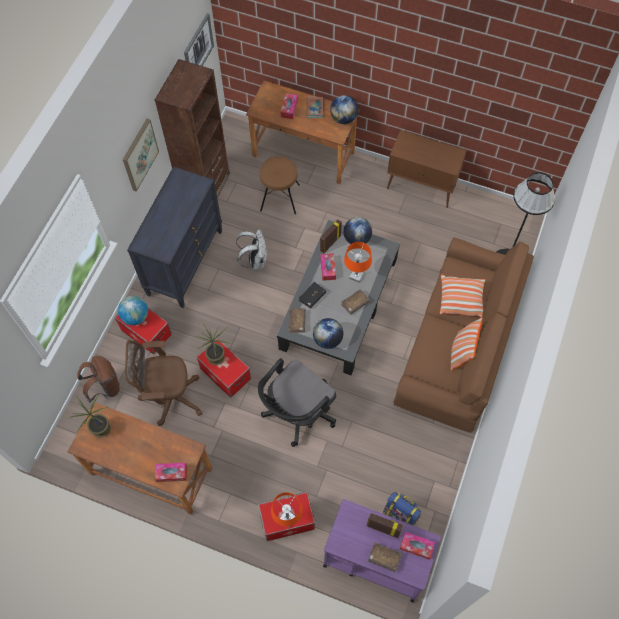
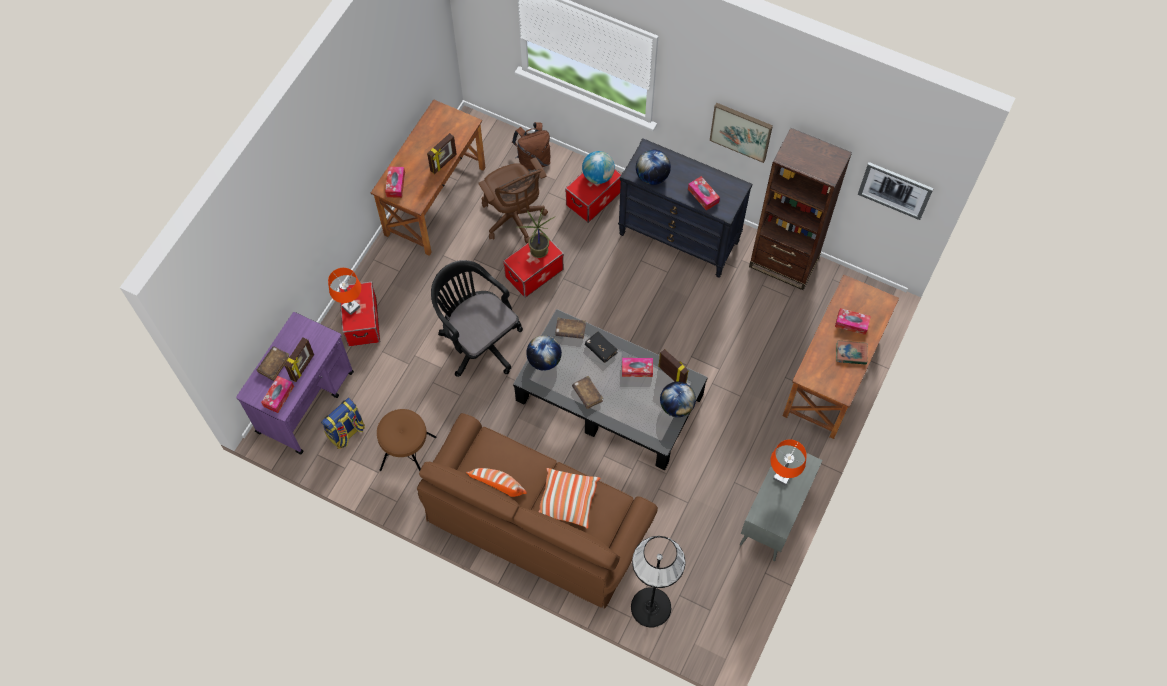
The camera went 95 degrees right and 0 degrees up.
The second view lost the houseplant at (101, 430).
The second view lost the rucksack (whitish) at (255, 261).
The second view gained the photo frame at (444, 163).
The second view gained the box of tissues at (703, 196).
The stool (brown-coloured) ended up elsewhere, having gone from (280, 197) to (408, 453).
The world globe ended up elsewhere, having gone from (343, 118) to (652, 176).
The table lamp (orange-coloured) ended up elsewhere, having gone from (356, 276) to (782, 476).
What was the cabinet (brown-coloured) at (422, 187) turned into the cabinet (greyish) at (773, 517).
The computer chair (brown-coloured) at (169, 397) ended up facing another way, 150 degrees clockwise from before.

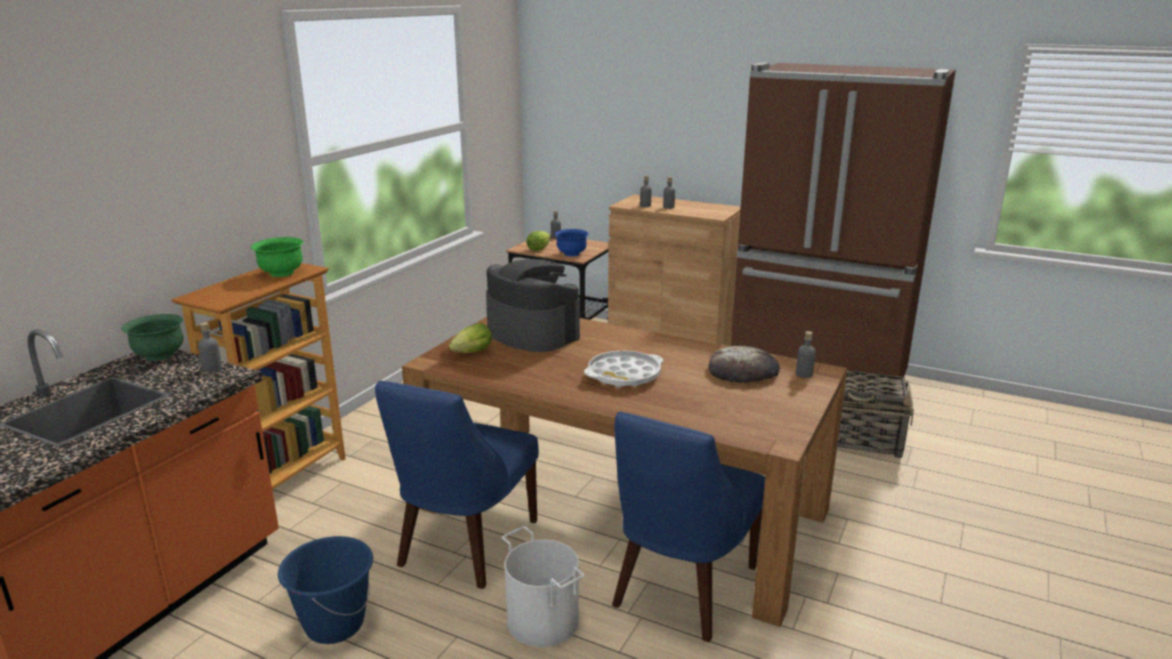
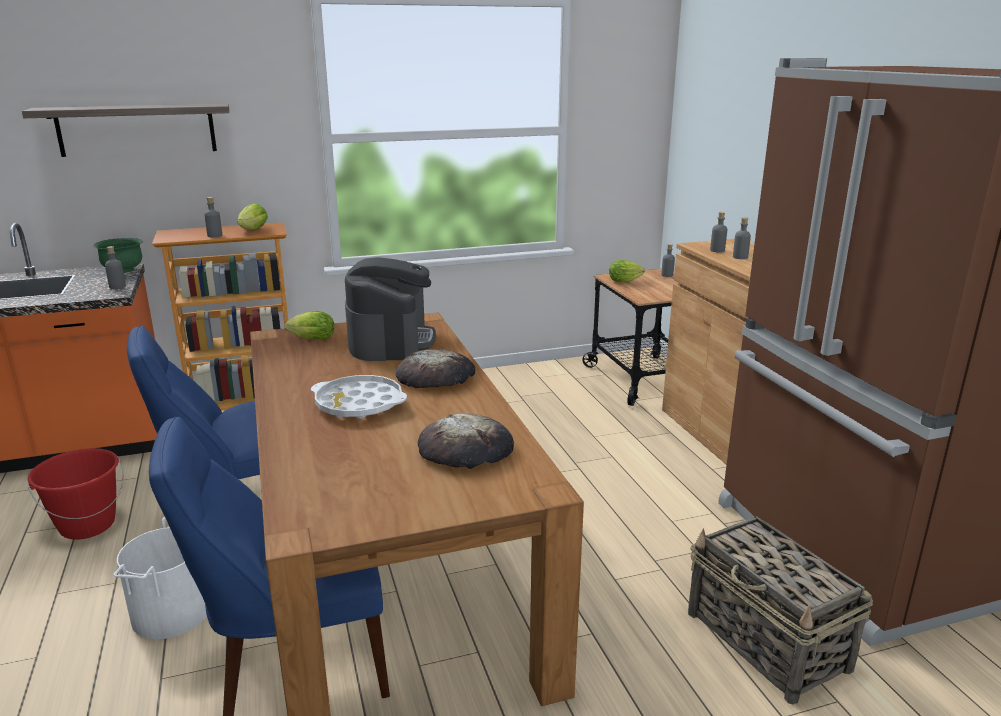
The camera went 45 degrees right and 0 degrees up.
The second view lost the deep dish (blue) at (571, 254).
The second view gained the bracket shelf at (137, 129).
The second view gained the baked bread at (436, 376).
The bottle (greyish) ended up elsewhere, having gone from (804, 374) to (215, 235).
Where the deep dish (greenish) stood at (281, 273), the head of lettuce came to stand at (252, 230).
What was the pail (blue) at (334, 625) turned into the pail (reddish) at (87, 525).

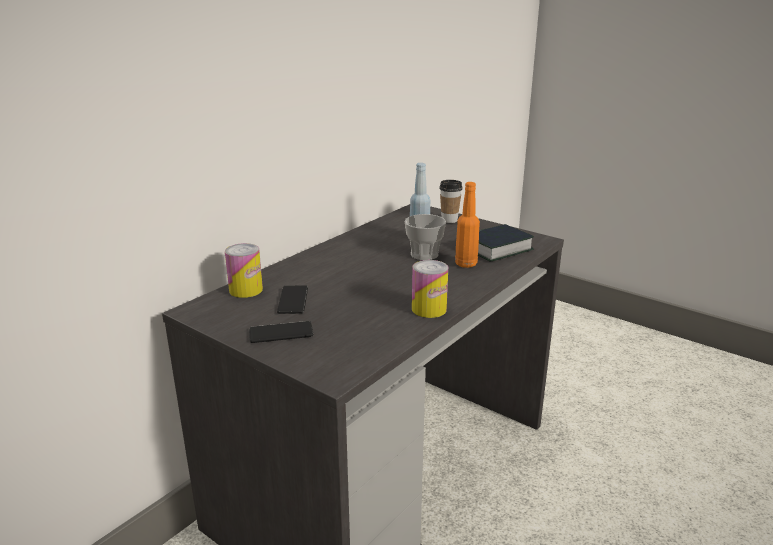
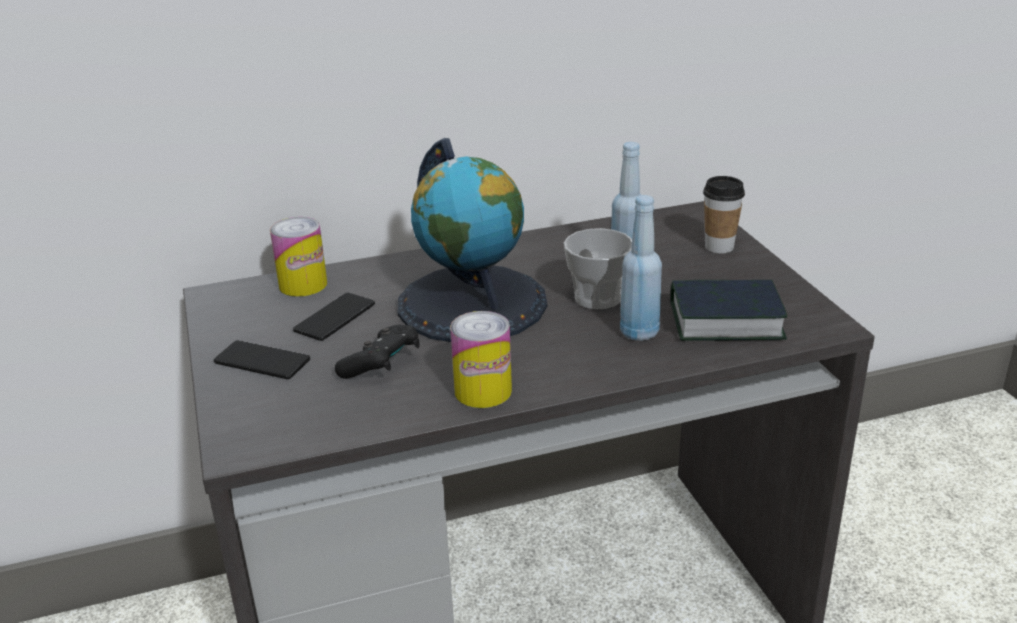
The camera went 35 degrees right and 5 degrees up.
The second view gained the game controller (black) at (382, 366).
The second view gained the world globe at (472, 303).
What was the bottle (orange-coloured) at (466, 264) turned into the bottle (blue) at (639, 332).

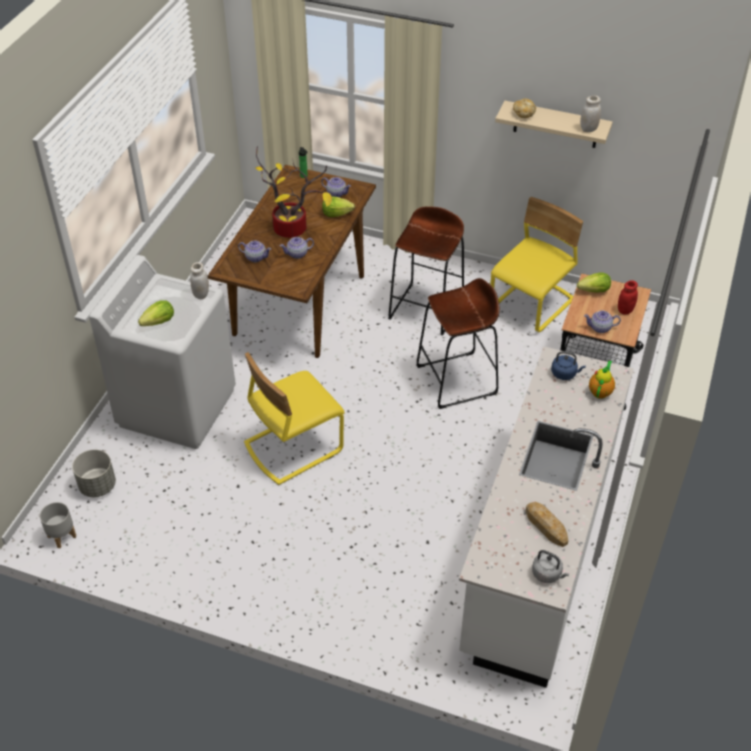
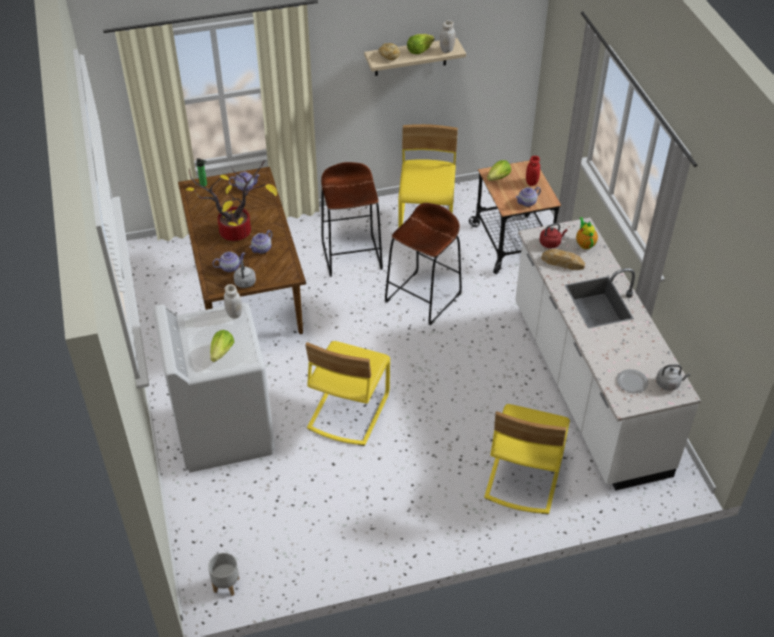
The camera went 35 degrees left and 0 degrees up.
The second view lost the flower pot (greyish) at (97, 486).
The second view gained the water kettle (greyish) at (245, 283).
The second view gained the plain chair (yellow-coloured) at (523, 476).
The second view gained the plate at (632, 382).
The head of lettuce ended up elsewhere, having gone from (336, 214) to (419, 51).
The baked bread ended up elsewhere, having gone from (546, 526) to (562, 262).
What was the water kettle (blue) at (565, 374) turned into the water kettle (reddish) at (551, 243).

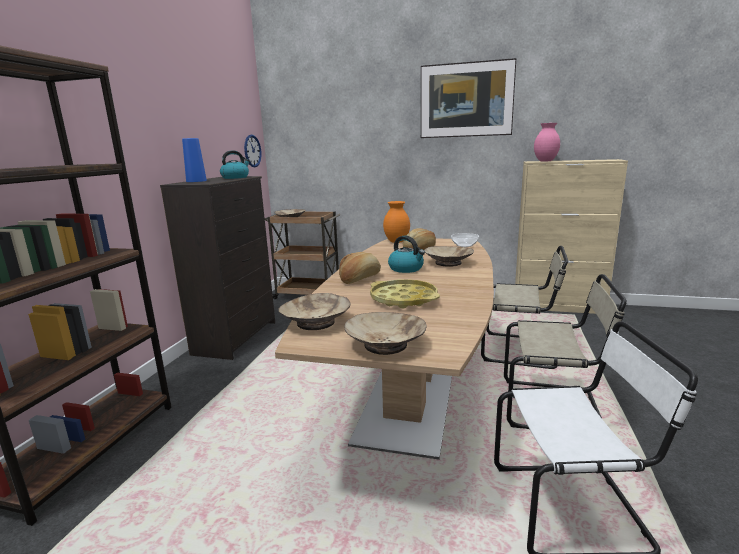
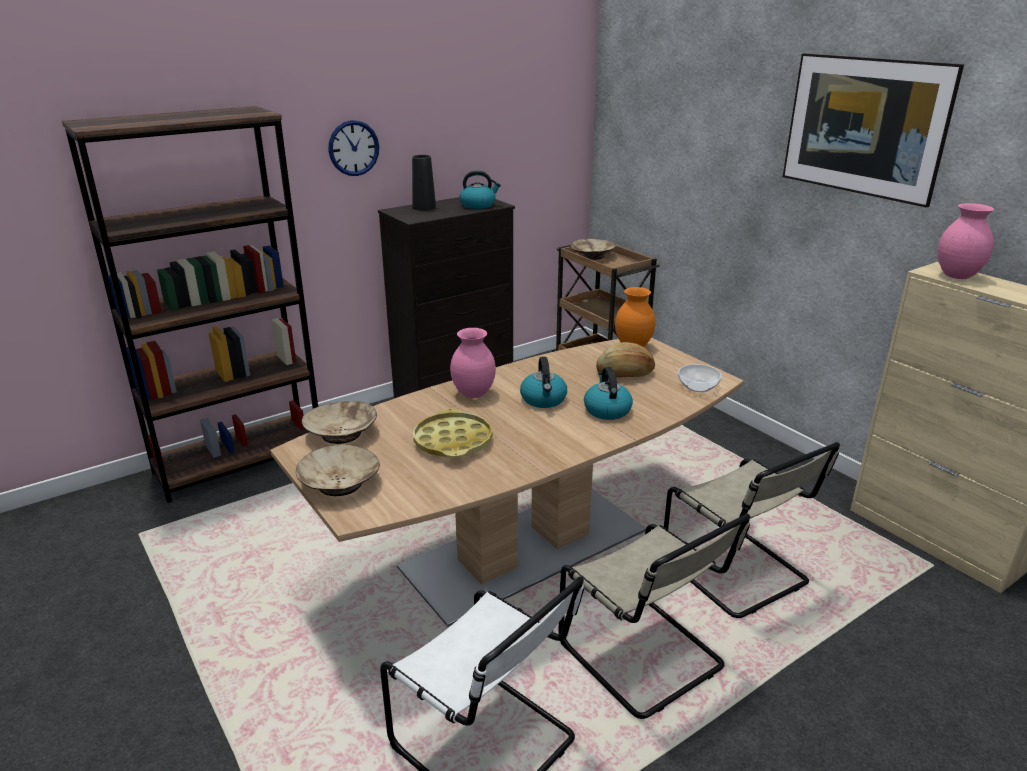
The camera went 40 degrees right and 10 degrees up.
The wall clock ended up elsewhere, having gone from (252, 151) to (353, 148).
Where the baked bread stood at (360, 279), the flower vase (pink-coloured) came to stand at (473, 394).
Where the deep dish (sand-coloured) stood at (448, 263), the water kettle came to stand at (606, 410).
What was the flower vase (blue) at (196, 181) turned into the flower vase (black) at (424, 207).

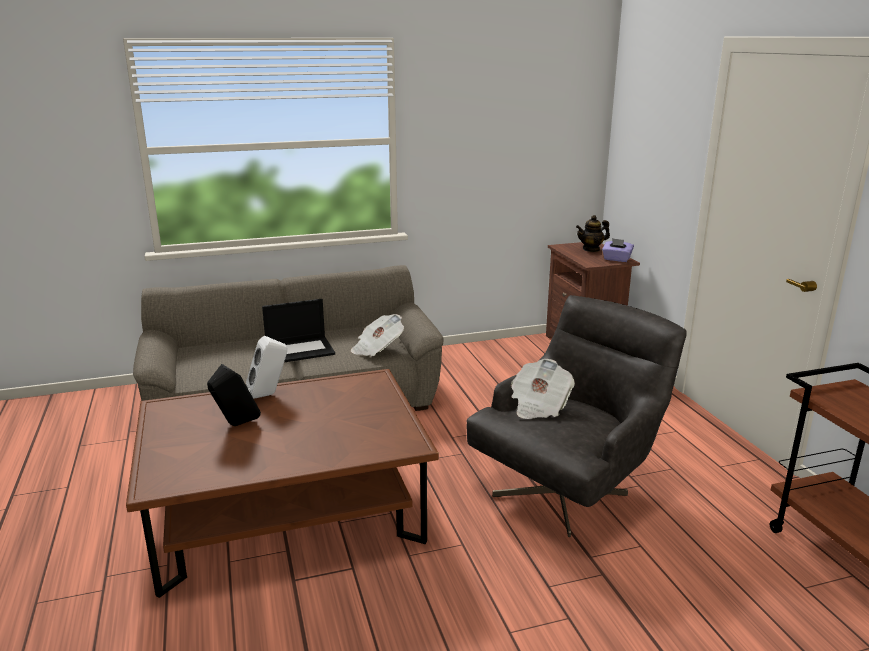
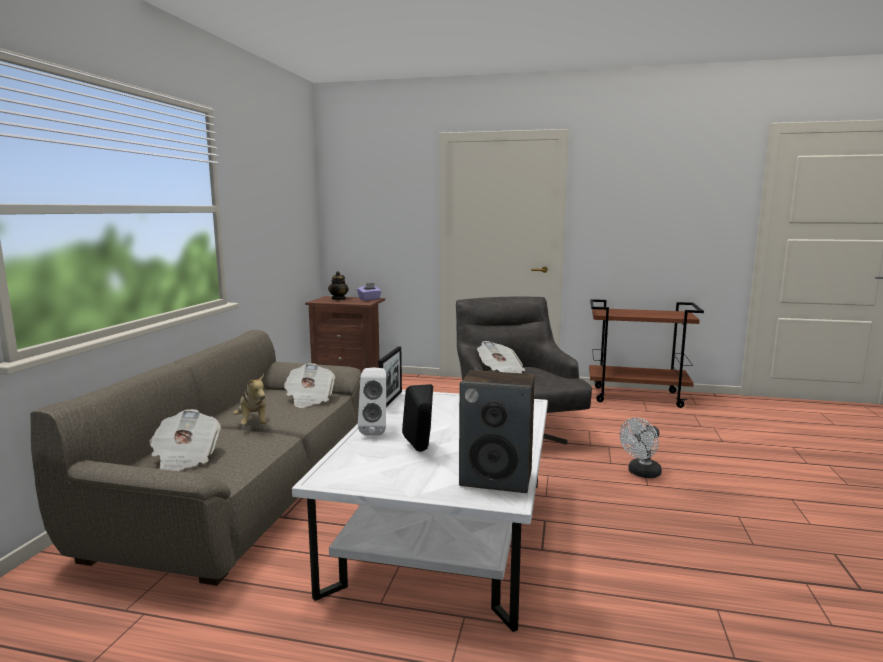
The camera went 60 degrees left and 10 degrees down.
The second view gained the printed paper at (185, 458).
The second view gained the photo frame at (391, 400).
The second view gained the loudspeaker at (497, 478).
The second view gained the fan (whitish) at (641, 473).
Where the notebook computer stood at (300, 350), the plush toy came to stand at (253, 423).
What was the coffee table (brown-coloured) at (288, 514) turned into the coffee table (whitish) at (443, 533).

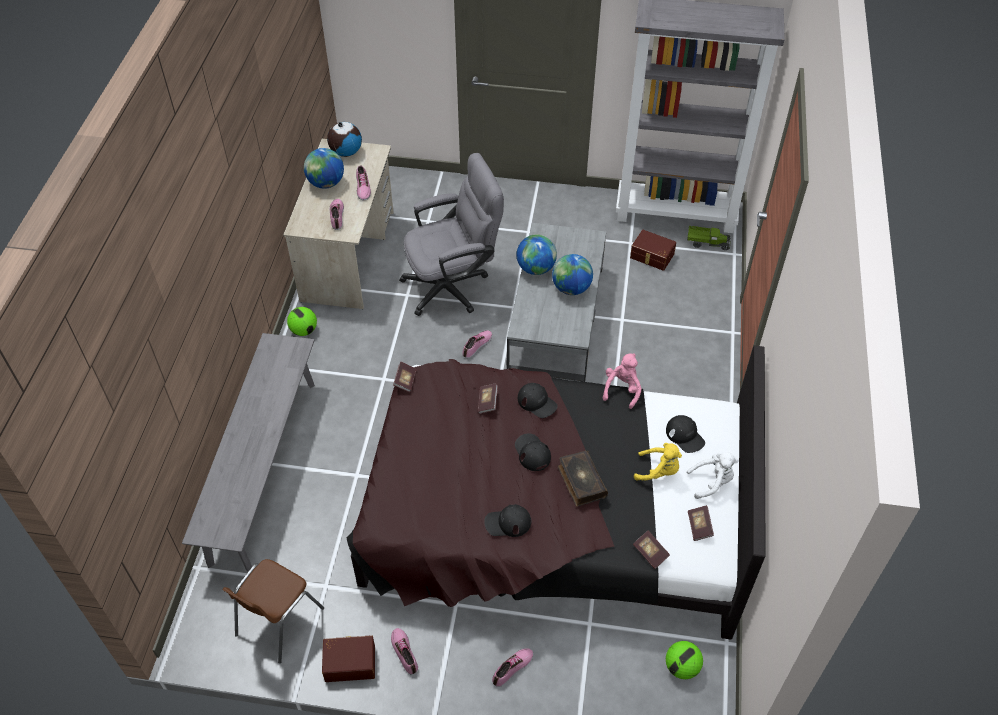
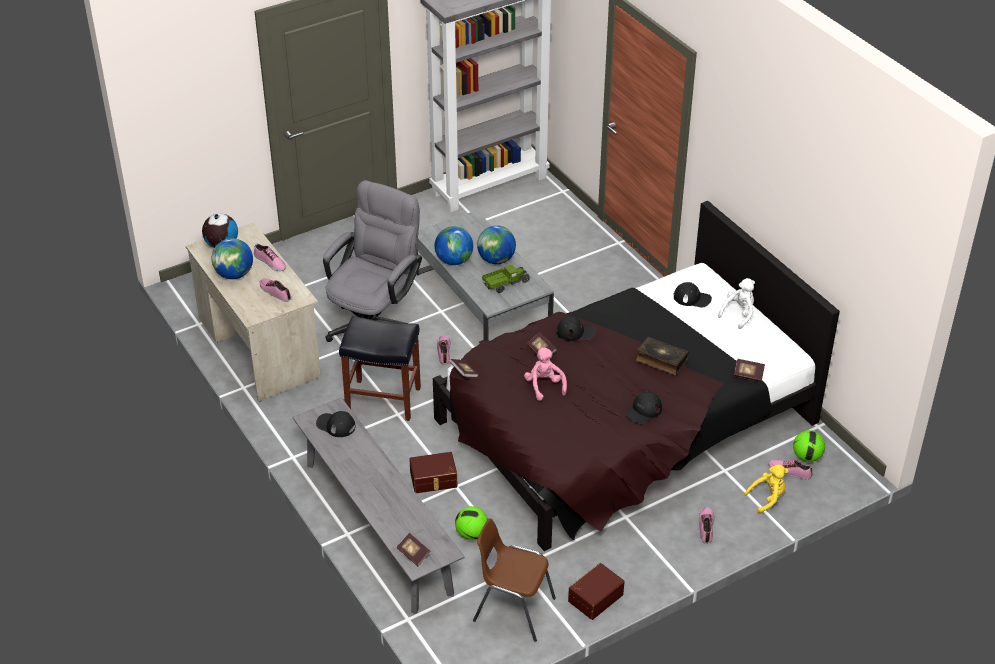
The camera went 40 degrees left and 10 degrees down.
The second view gained the stool (black) at (382, 400).
The football ball ended up elsewhere, having gone from (304, 330) to (471, 533).
The item of footwear ended up elsewhere, having gone from (405, 652) to (789, 471).
The baseball cap (black) ended up elsewhere, having gone from (532, 453) to (336, 425).
The plush toy (pink-coloured) ended up elsewhere, having gone from (622, 389) to (544, 386).
The storage box (brown-coloured) ended up elsewhere, having gone from (651, 256) to (434, 480).
The plush toy (yellow-coloured) ended up elsewhere, having gone from (658, 471) to (767, 498).
The model truck ended up elsewhere, having gone from (707, 243) to (505, 284).
The book ended up elsewhere, having gone from (699, 526) to (413, 554).
The plain chair (brown-coloured) at (278, 622) ended up facing another way, 120 degrees clockwise from before.

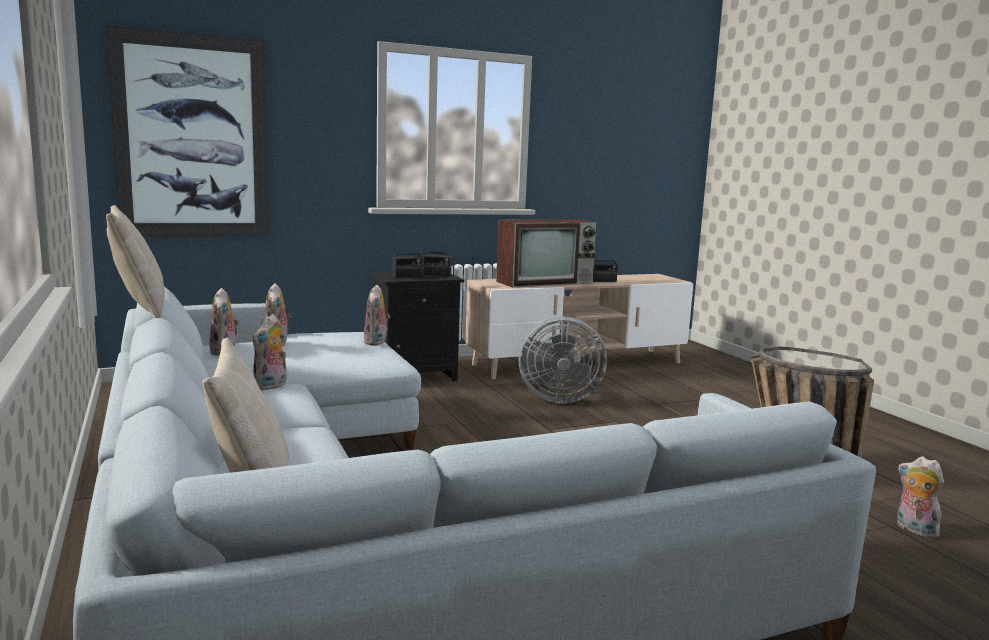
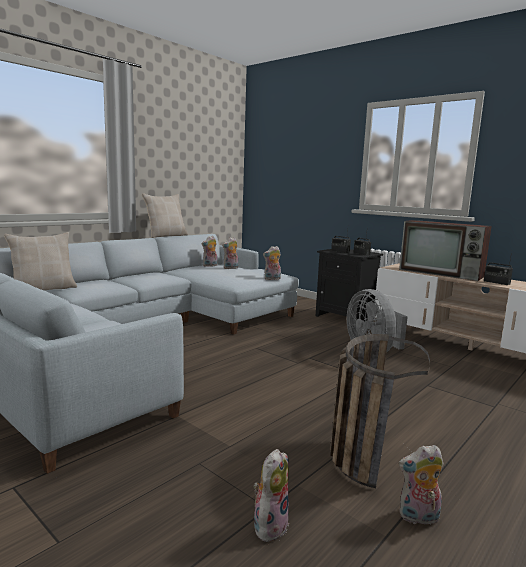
The camera went 65 degrees right and 0 degrees up.
The second view lost the wall picture at (192, 137).
The plush toy ended up elsewhere, having gone from (271, 386) to (418, 517).

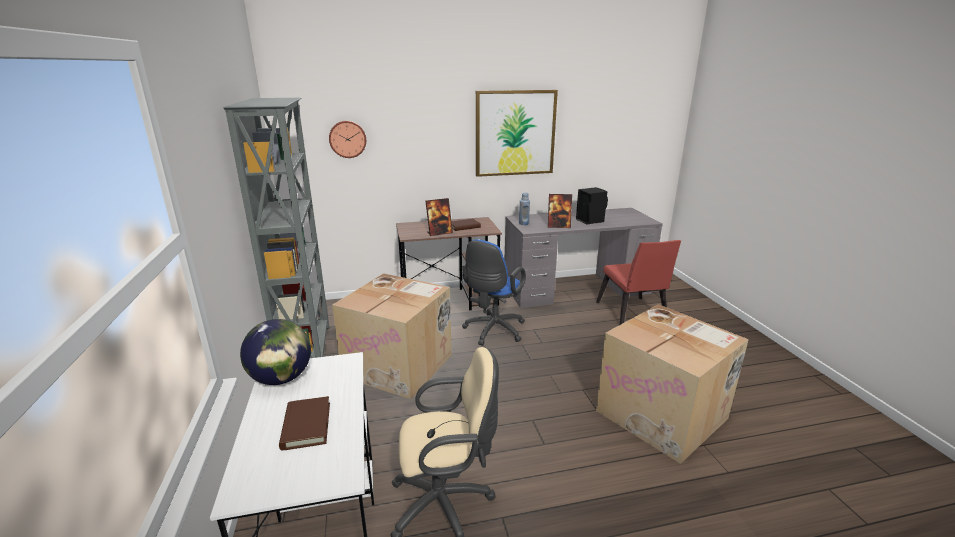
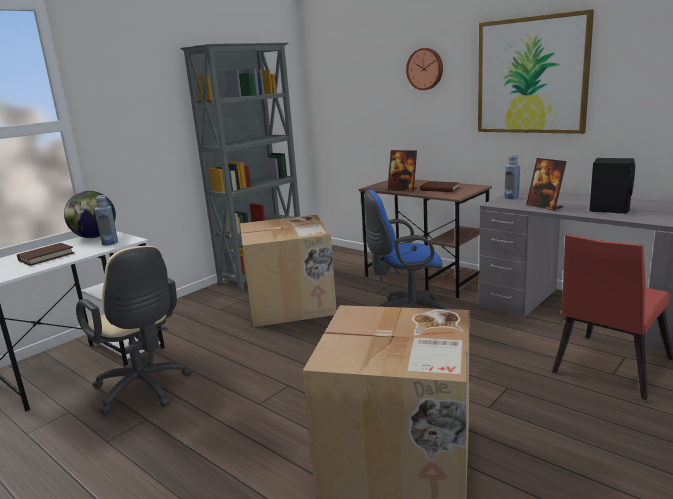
The camera went 55 degrees right and 5 degrees down.
The second view gained the bottle (blue) at (110, 243).
The wall clock ended up elsewhere, having gone from (347, 139) to (425, 69).

